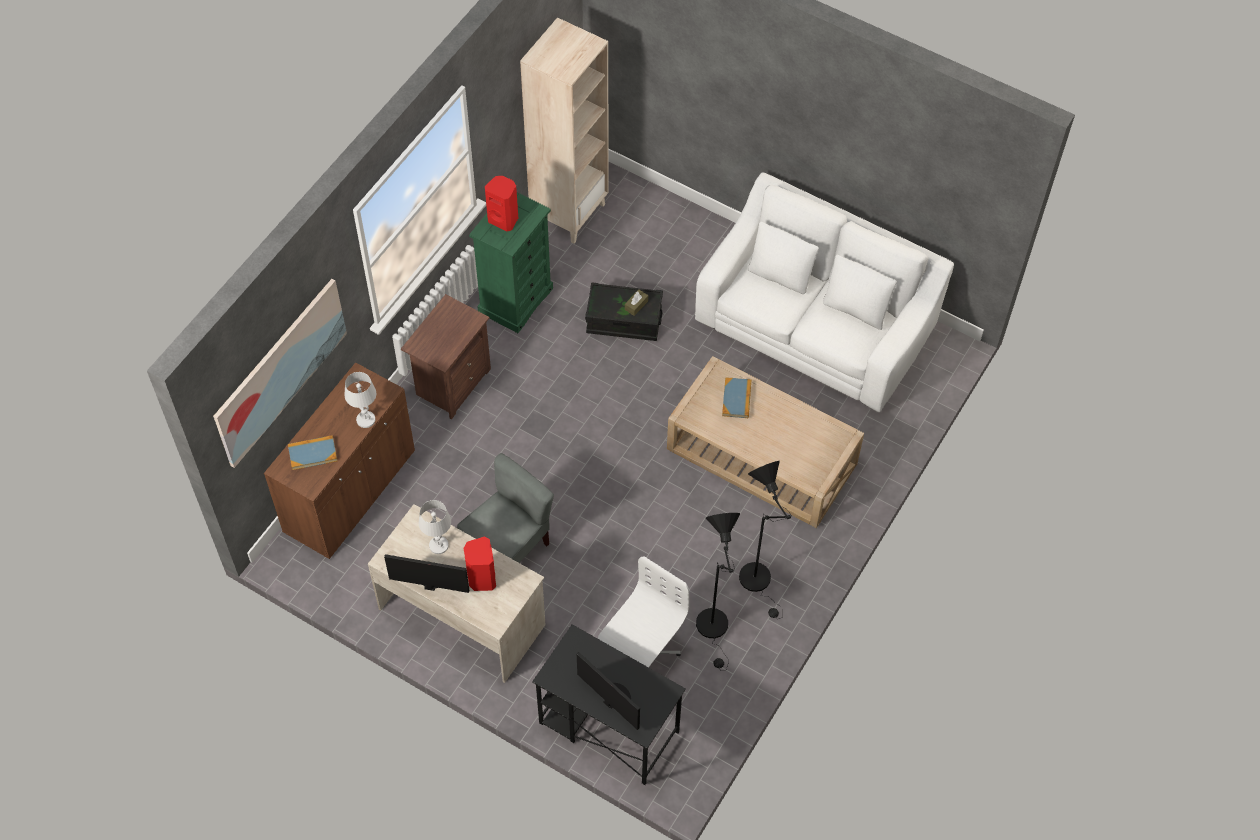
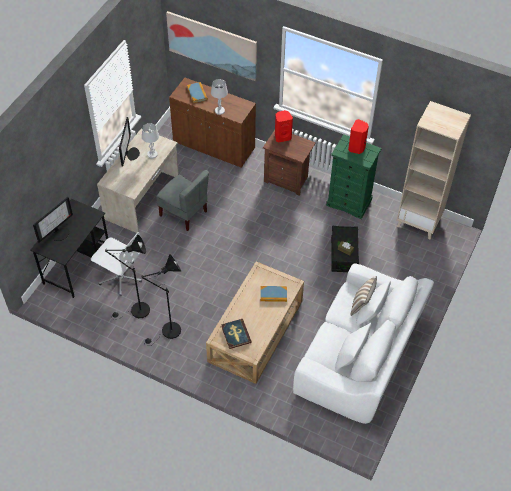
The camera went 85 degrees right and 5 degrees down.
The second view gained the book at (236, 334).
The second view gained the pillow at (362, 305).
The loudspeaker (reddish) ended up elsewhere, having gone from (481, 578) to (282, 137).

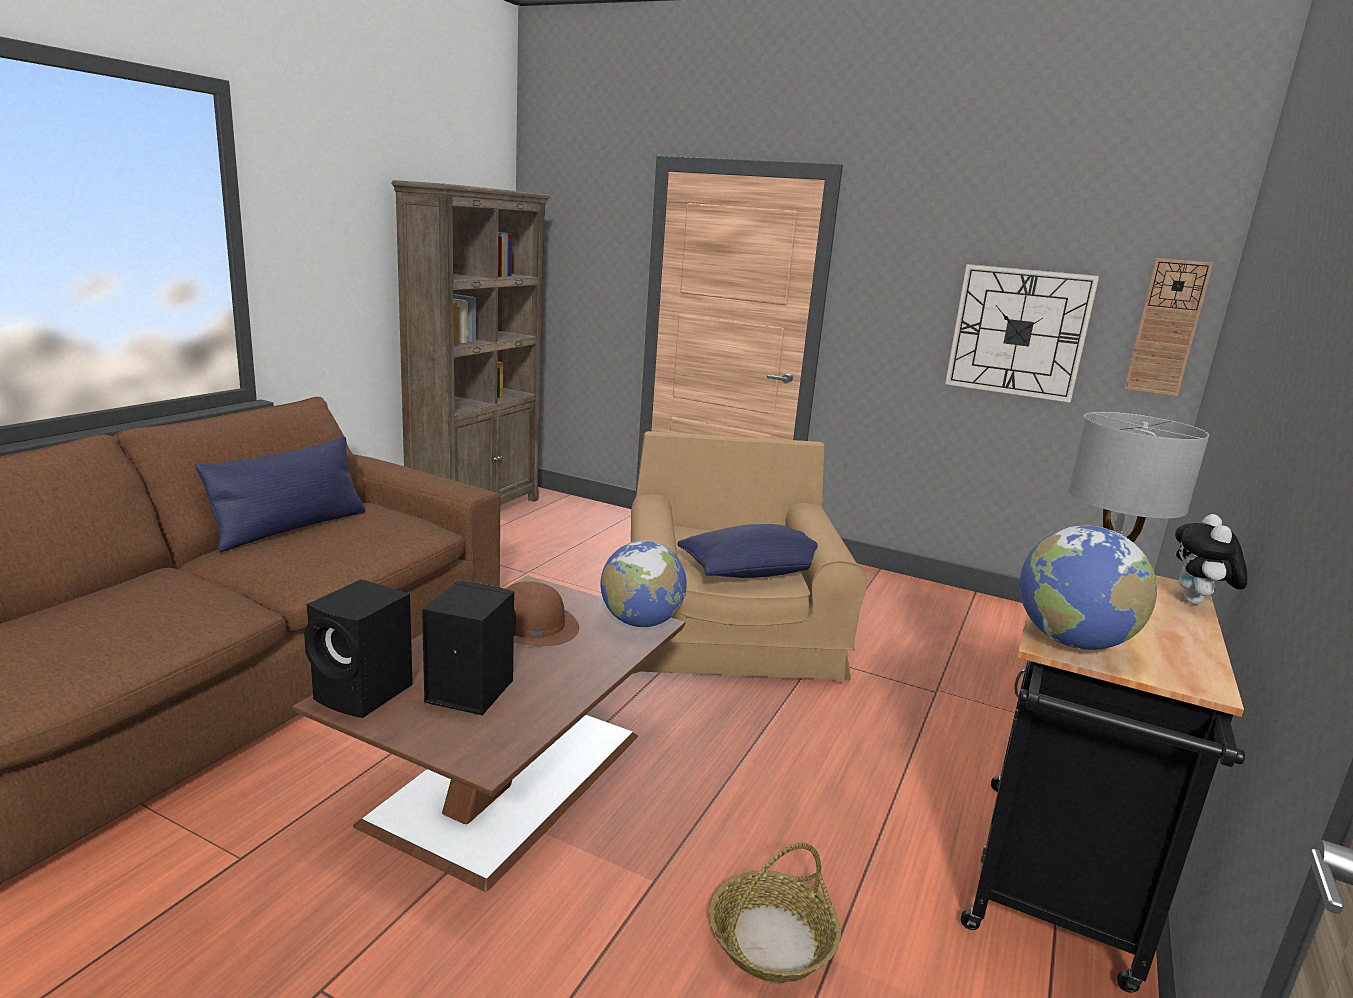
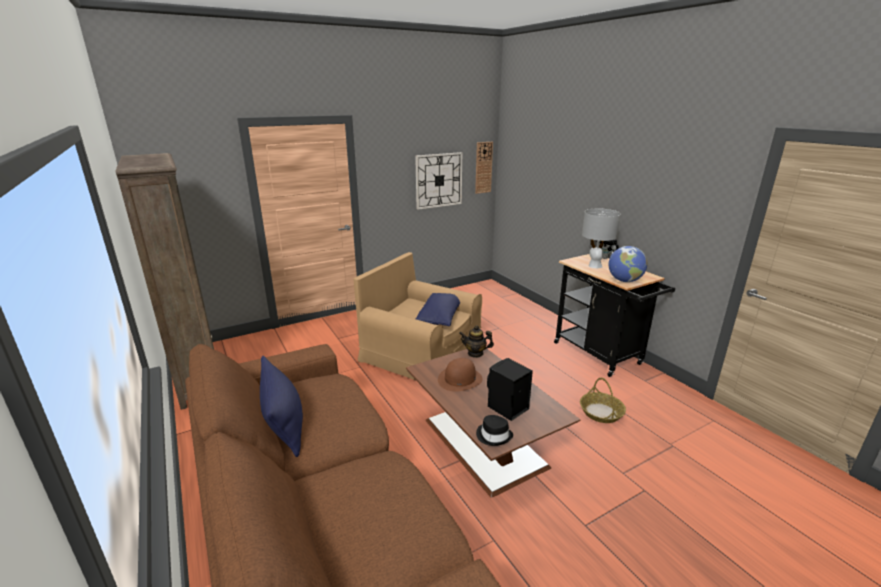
The camera went 55 degrees left and 5 degrees up.
Where the loudspeaker (black) stood at (365, 694), the wearable hat (black) came to stand at (494, 435).
Where the world globe stood at (640, 622), the teapot came to stand at (475, 353).

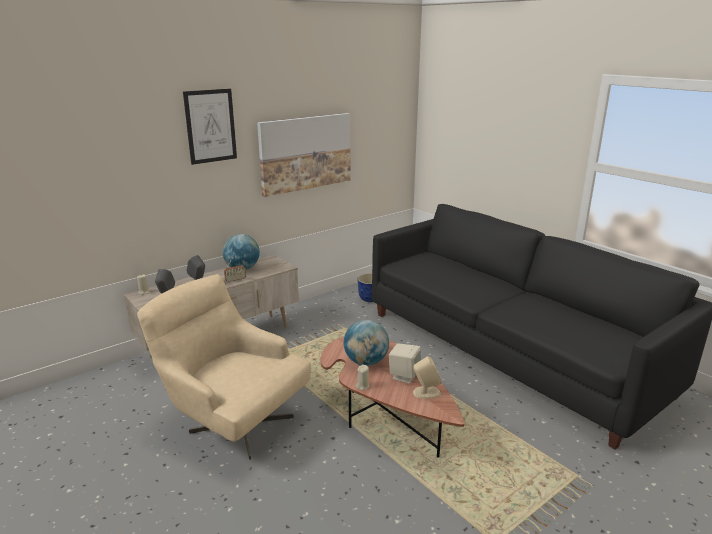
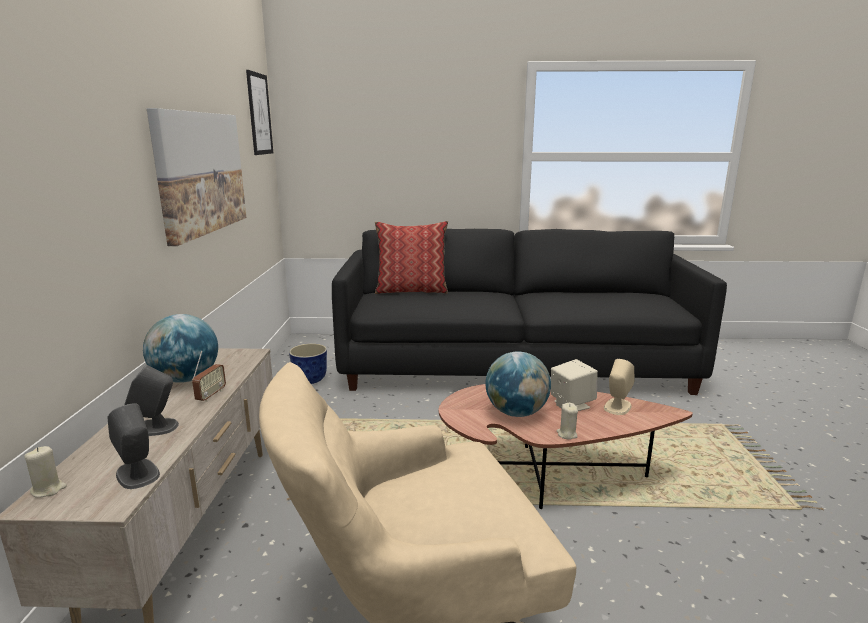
The camera went 50 degrees left and 5 degrees down.
The second view gained the pillow at (411, 290).
The wall picture ended up elsewhere, having gone from (210, 126) to (259, 114).

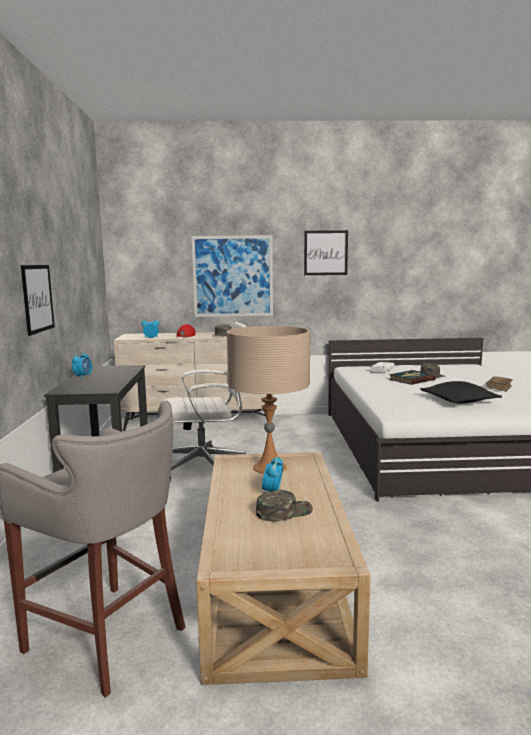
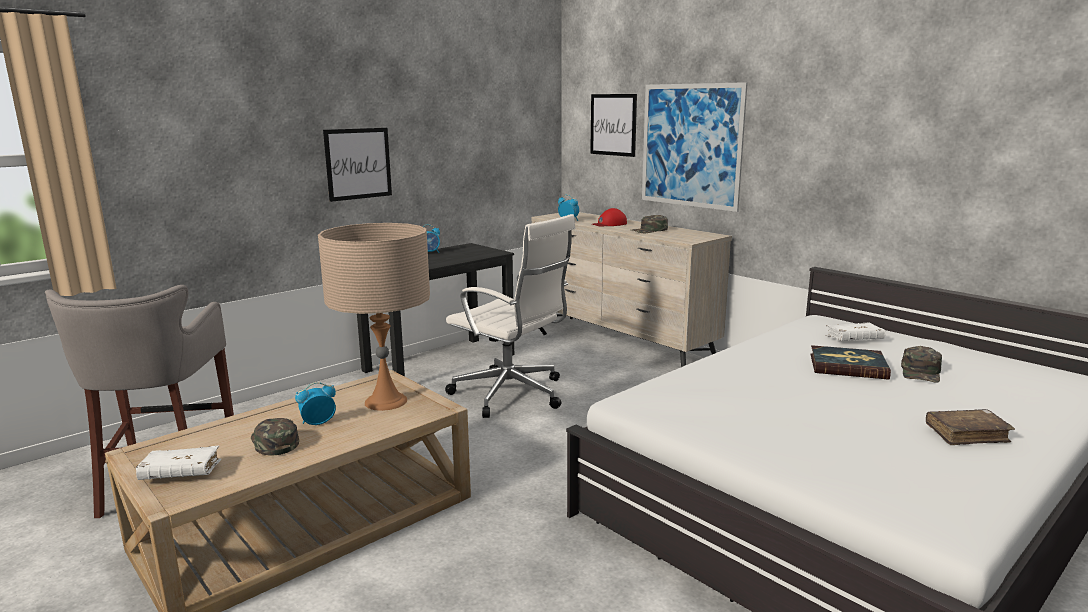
The camera went 50 degrees right and 5 degrees up.
The second view lost the pillow (black) at (459, 401).
The second view gained the book (whitish) at (180, 473).
The wall picture ended up elsewhere, having gone from (325, 253) to (613, 124).
The baseball cap (greenish) at (284, 511) ended up facing another way, 150 degrees counterclockwise from before.

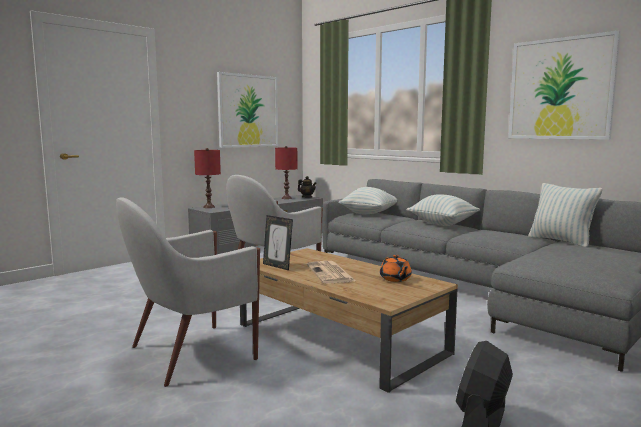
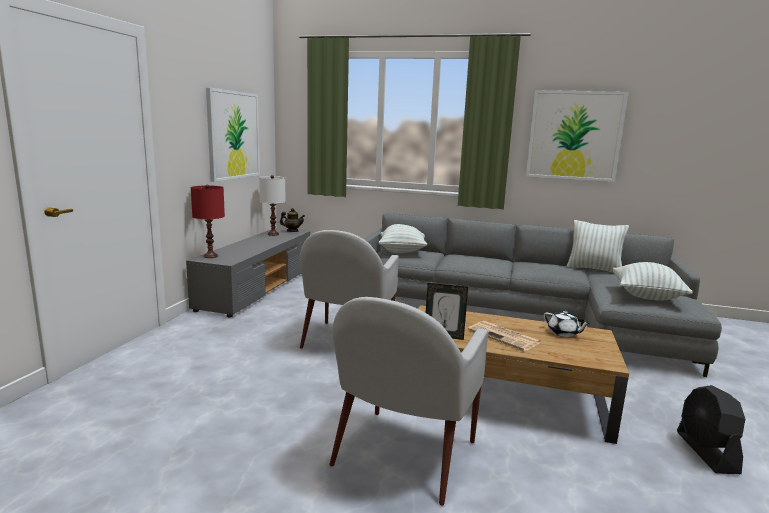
The camera went 30 degrees left and 5 degrees up.
The pillow ended up elsewhere, having gone from (442, 224) to (646, 296).
What was the table lamp (reddish) at (286, 198) turned into the table lamp (whitish) at (273, 234).
What was the teapot (orange-coloured) at (395, 279) turned into the teapot (whitish) at (563, 333).

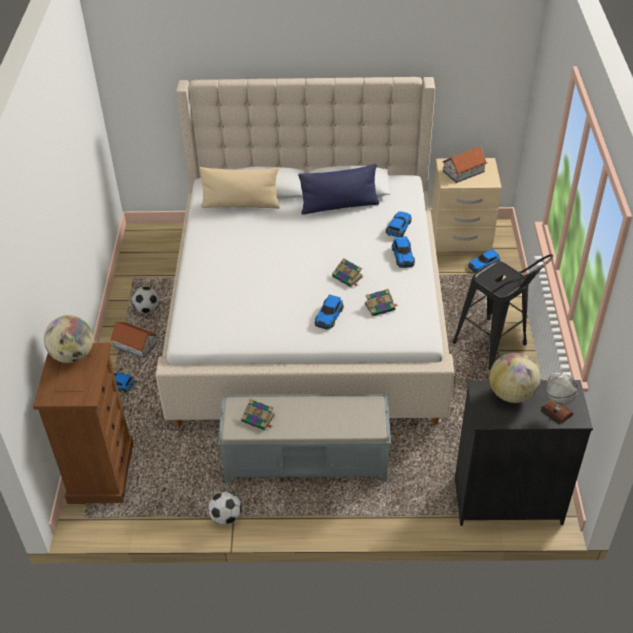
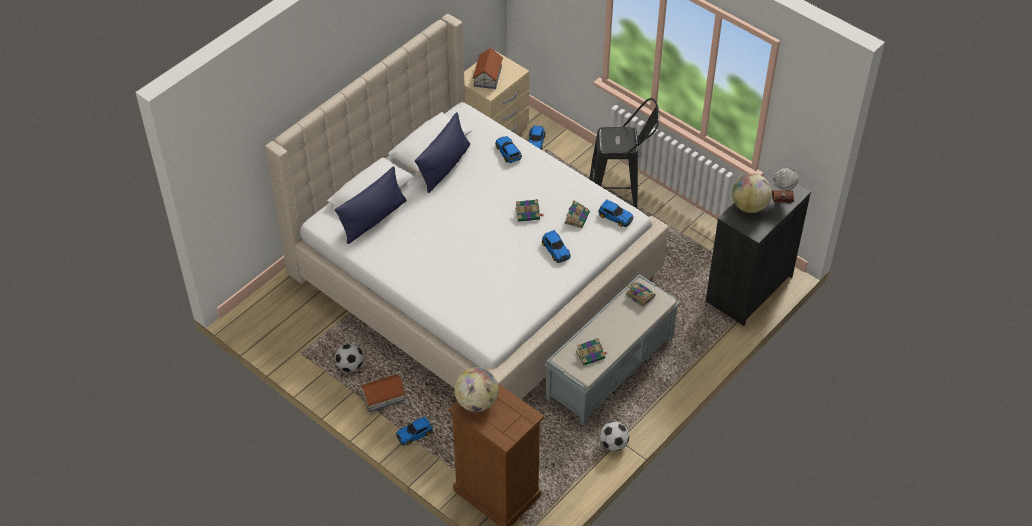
The camera went 50 degrees left and 5 degrees up.
The second view gained the book at (639, 295).
The miniature car ended up elsewhere, having gone from (403, 256) to (615, 216).
What was the pillow (sand-coloured) at (241, 204) turned into the pillow (blue) at (373, 219).

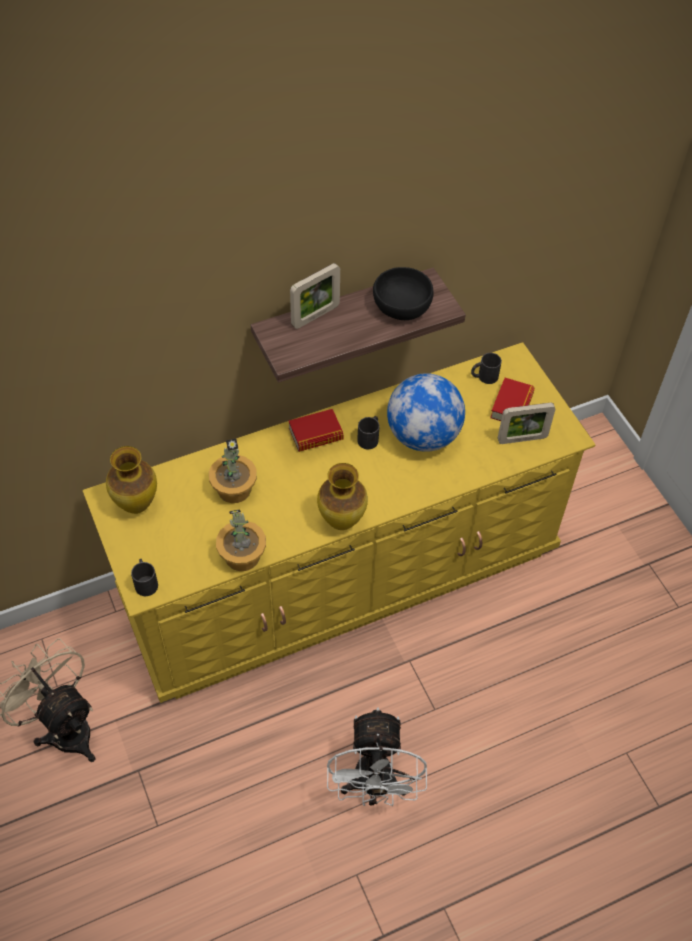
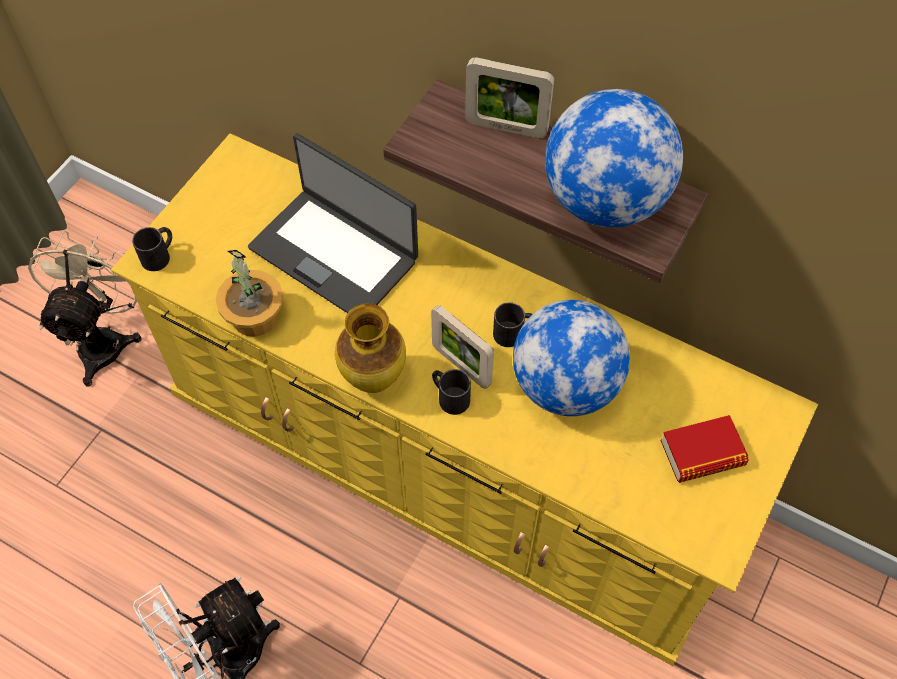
The camera went 55 degrees right and 5 degrees up.
The second view lost the flower vase at (136, 505).
The second view lost the book at (315, 434).
The tea mug (black) ended up elsewhere, having gone from (484, 376) to (449, 396).
The photo frame ended up elsewhere, having gone from (522, 439) to (461, 366).
Where the houseplant stood at (234, 488), the notebook computer came to stand at (335, 253).
Where the deep dish (black) stood at (402, 307), the world globe came to stand at (605, 201).

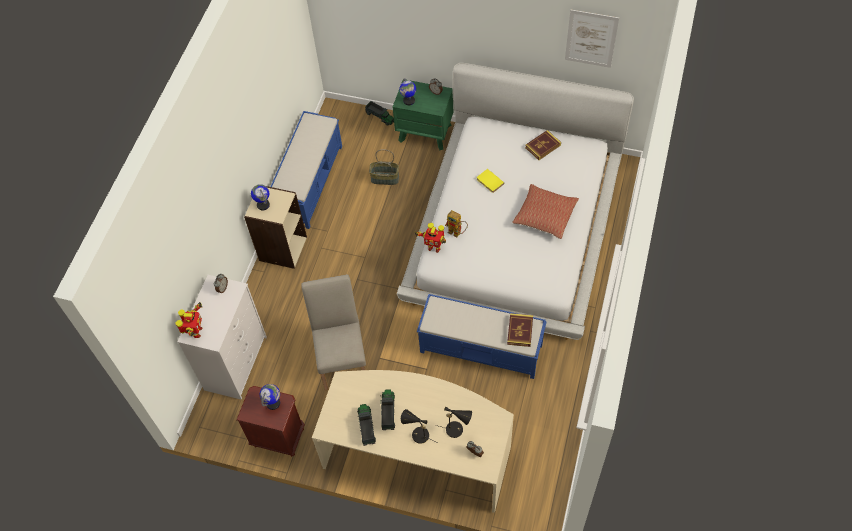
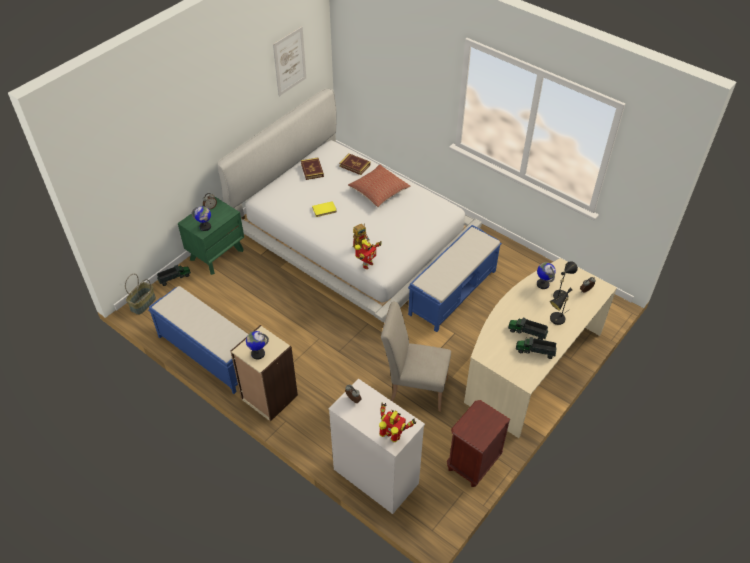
The camera went 70 degrees left and 10 degrees down.
The world globe ended up elsewhere, having gone from (273, 403) to (542, 284).
The basket ended up elsewhere, having gone from (384, 179) to (143, 304).
The book ended up elsewhere, having gone from (520, 331) to (354, 165).

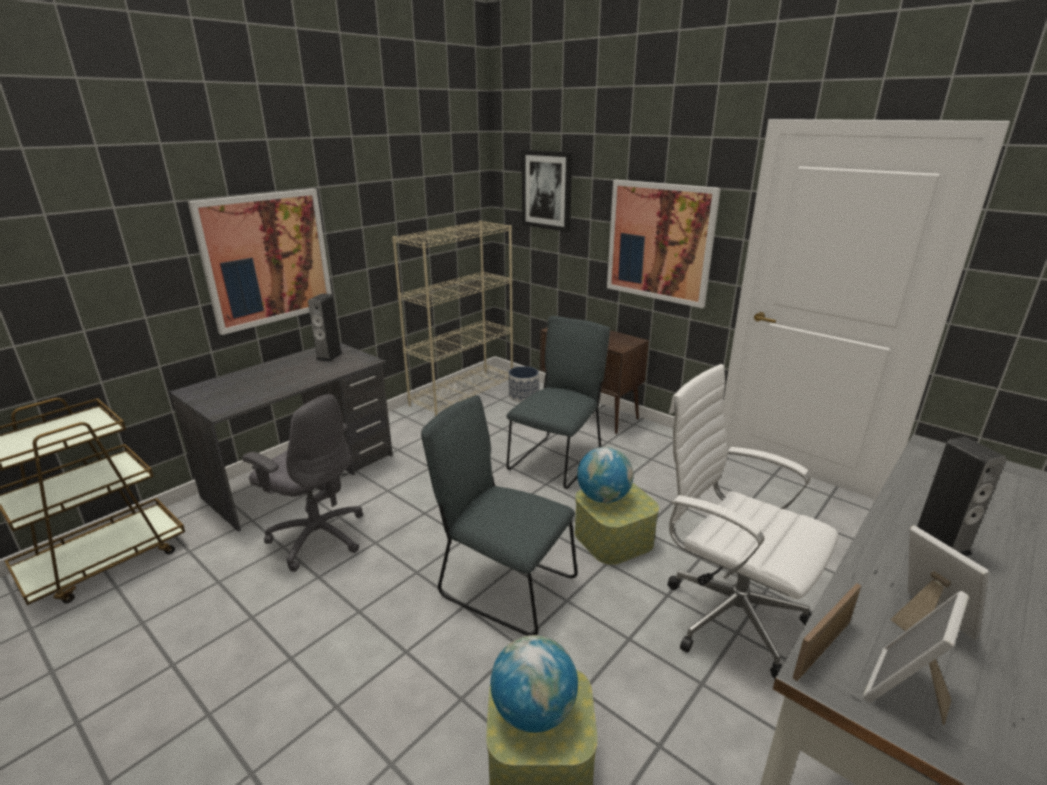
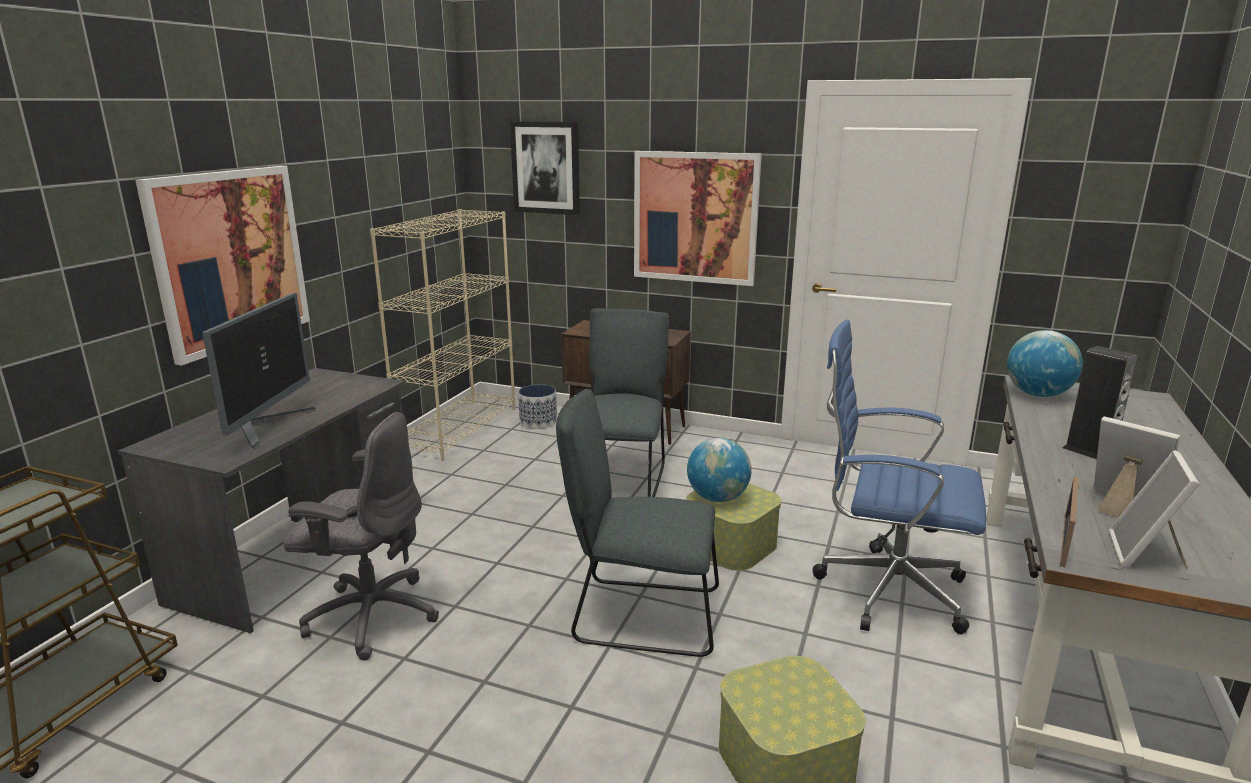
The camera went 20 degrees left and 5 degrees down.
The second view lost the loudspeaker at (329, 356).
The second view gained the computer display at (268, 425).
The world globe ended up elsewhere, having gone from (533, 711) to (1037, 394).
What was the computer chair (whitish) at (727, 615) turned into the computer chair (blue) at (884, 590).

